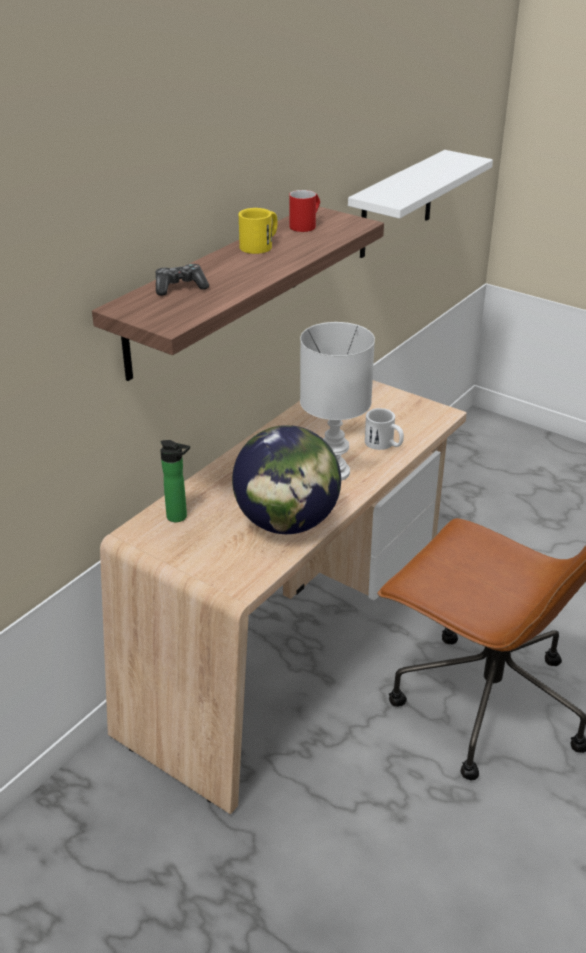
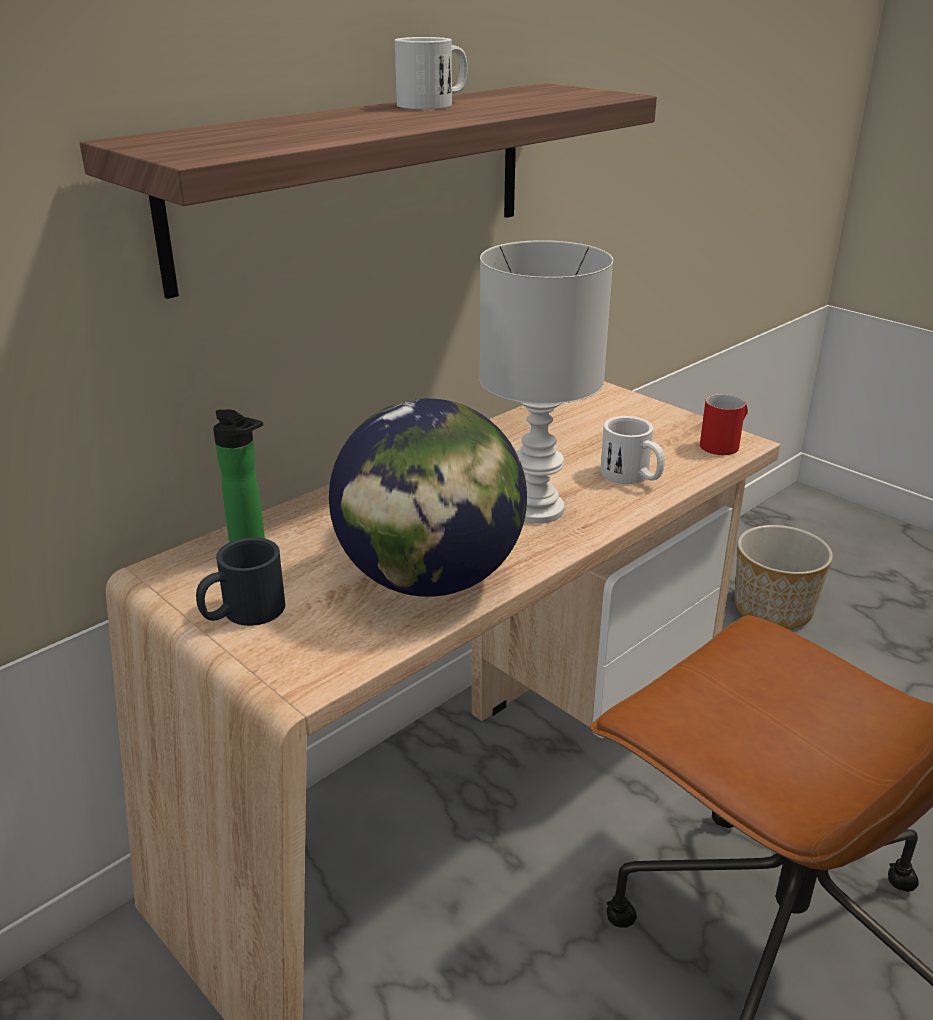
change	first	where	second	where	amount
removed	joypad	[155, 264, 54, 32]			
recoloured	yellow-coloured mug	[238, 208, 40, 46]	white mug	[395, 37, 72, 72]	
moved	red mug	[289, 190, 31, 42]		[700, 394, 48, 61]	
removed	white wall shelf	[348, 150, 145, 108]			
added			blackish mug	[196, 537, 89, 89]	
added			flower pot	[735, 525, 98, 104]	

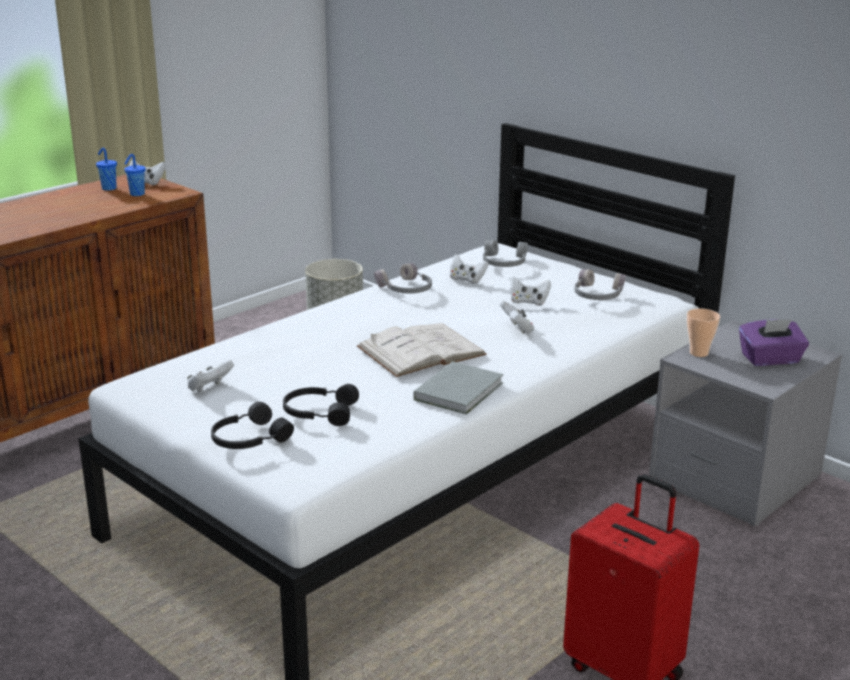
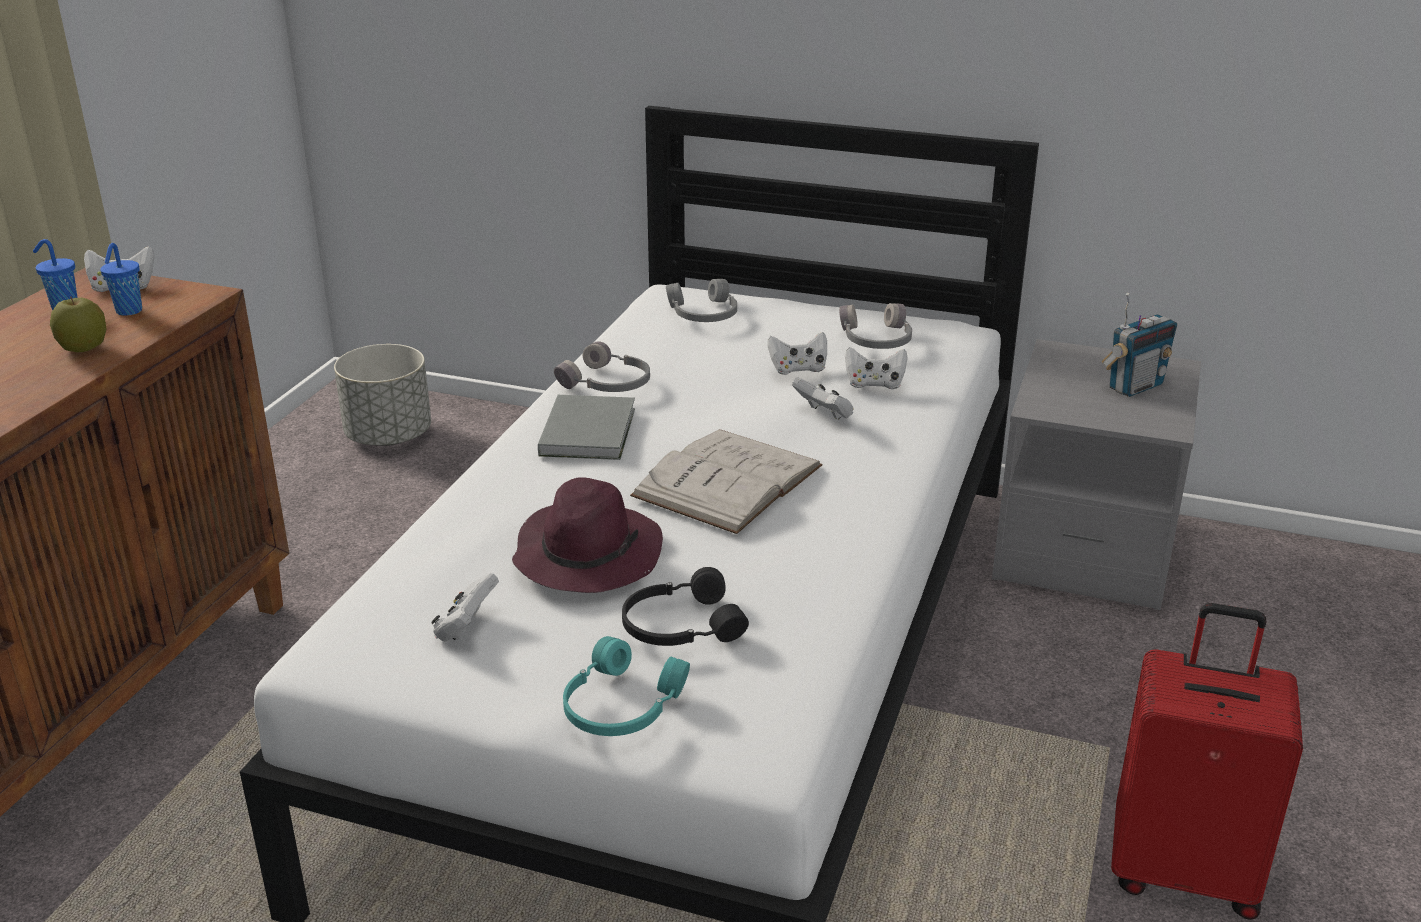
change	first	where	second	where	amount
recoloured	blackish pair of headphones	[211, 402, 83, 47]	turquoise-coloured pair of headphones	[563, 636, 127, 100]	
moved	grey bound book	[414, 361, 89, 54]		[538, 395, 97, 65]	
moved	white joypad	[450, 254, 39, 30]		[845, 347, 63, 42]	
removed	small cup	[687, 308, 33, 49]			
replaced	purplish tissue holder	[739, 319, 70, 47]	radio	[1102, 293, 75, 104]	
added			whole apple	[50, 296, 57, 56]	
added			purplish wearable hat	[512, 477, 151, 116]	

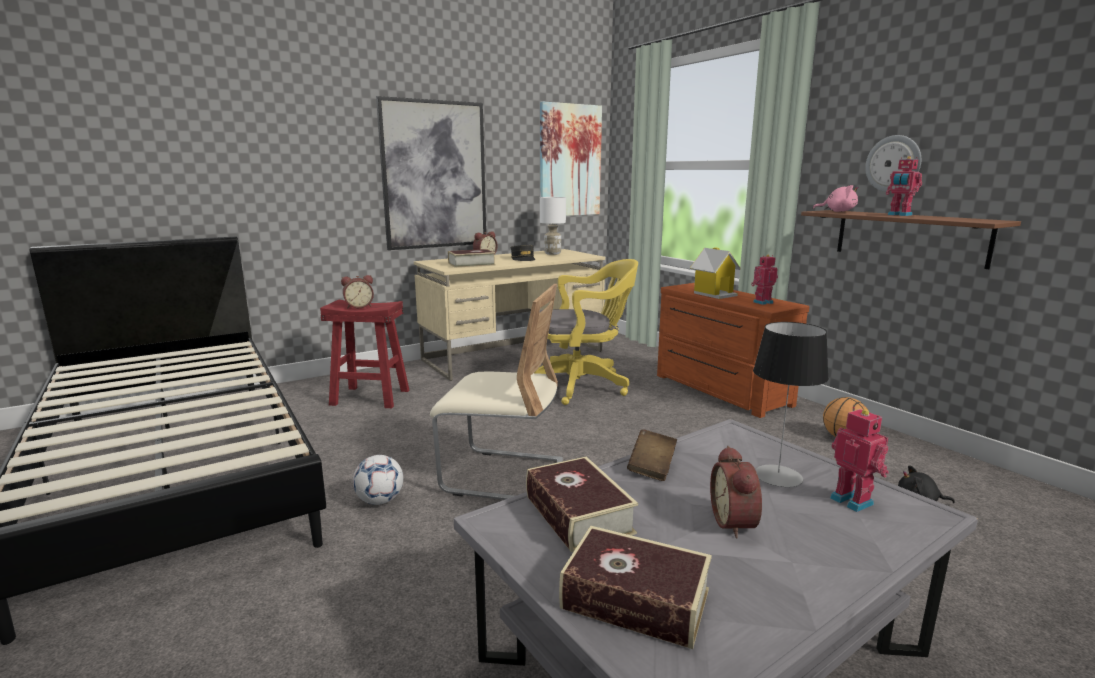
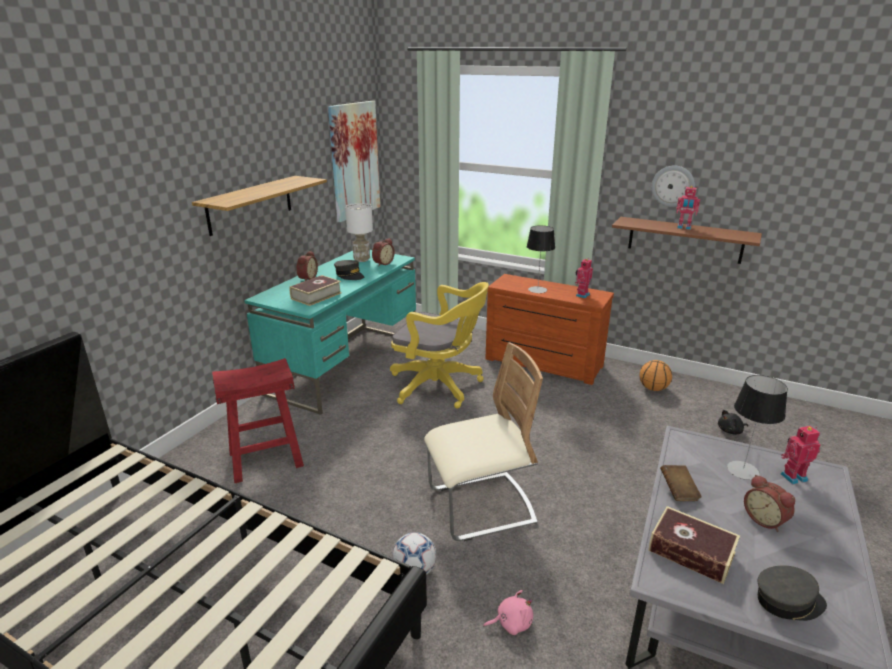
change	first	where	second	where	amount
moved	alarm clock	[341, 275, 33, 33]		[372, 238, 23, 28]	
replaced	picture	[376, 96, 110, 154]	wall shelf	[192, 176, 135, 60]	
recoloured	beige-coloured desk table	[414, 249, 191, 132]	turquoise-coloured desk table	[244, 250, 172, 165]	
turned	yellow-coloured office chair	[534, 259, 104, 146]		[390, 282, 99, 127]	60 degrees clockwise
replaced	bound book	[559, 526, 153, 123]	grey cap	[758, 566, 69, 55]	
replaced	miniature house	[690, 248, 51, 51]	lamp for a table	[526, 225, 29, 68]	
moved	pink-coloured soft toy	[813, 185, 45, 27]		[483, 590, 50, 45]	
turned	model robot	[830, 407, 59, 105]		[781, 426, 40, 58]	45 degrees counterclockwise

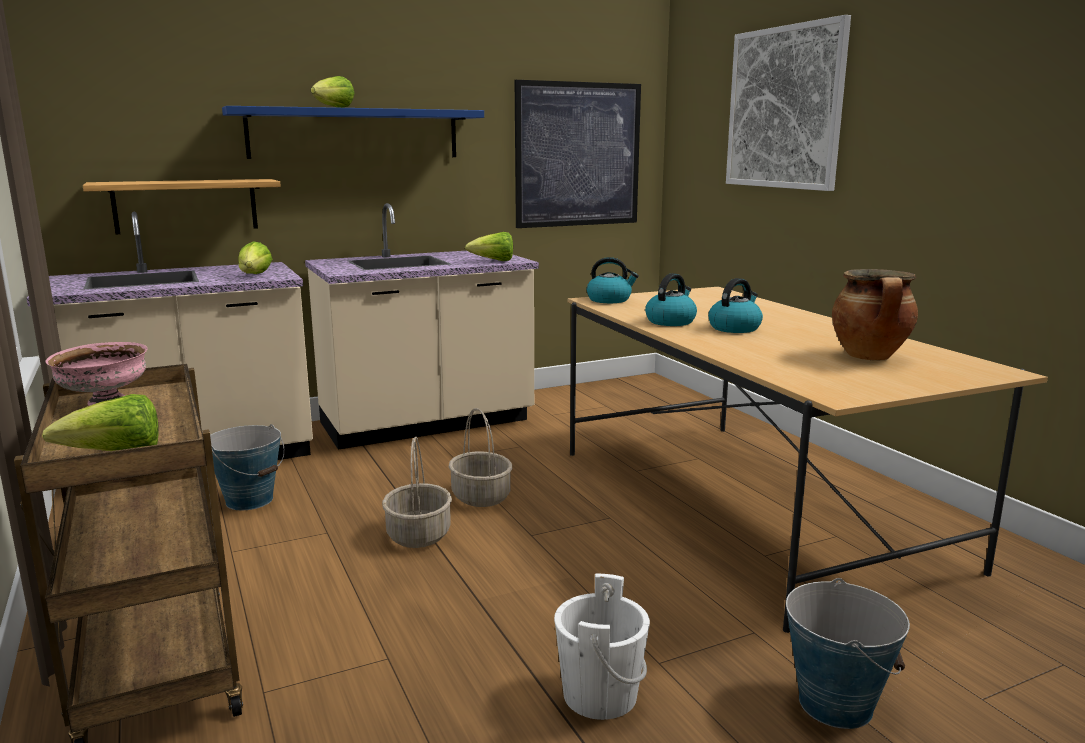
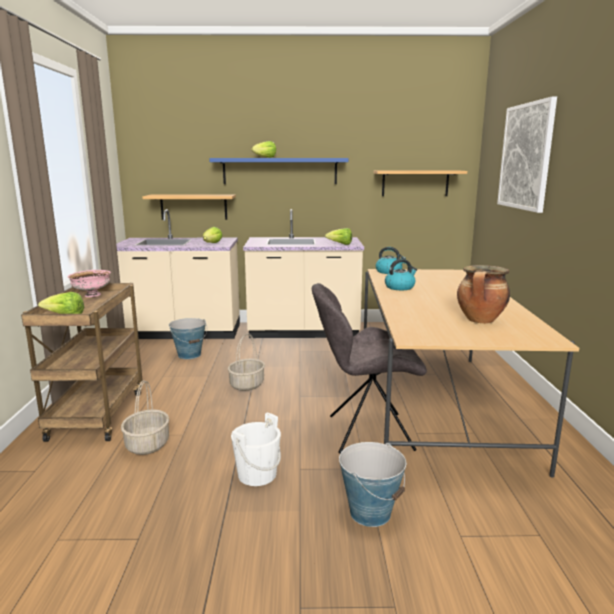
change	first	where	second	where	amount
moved	storage basket	[449, 408, 63, 99]		[121, 380, 48, 75]	
replaced	picture	[515, 80, 126, 148]	wall shelf	[373, 171, 94, 25]	
removed	water kettle	[708, 278, 55, 55]			
added			grey plain chair	[312, 283, 115, 171]	

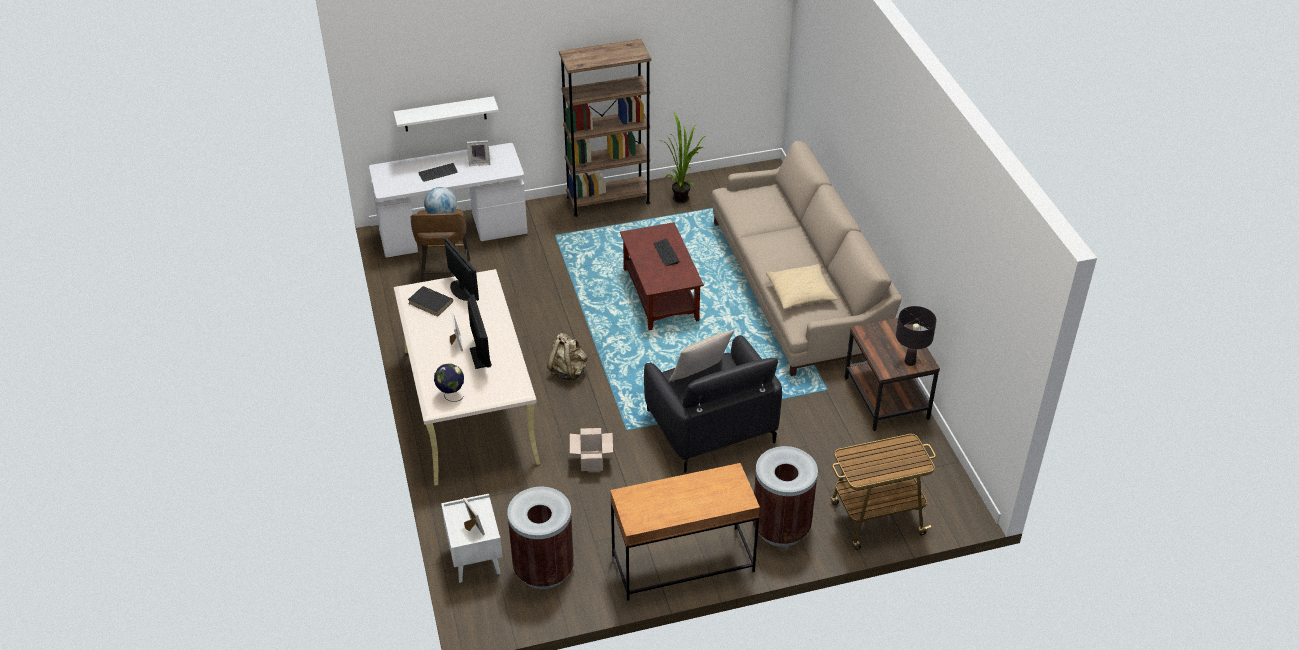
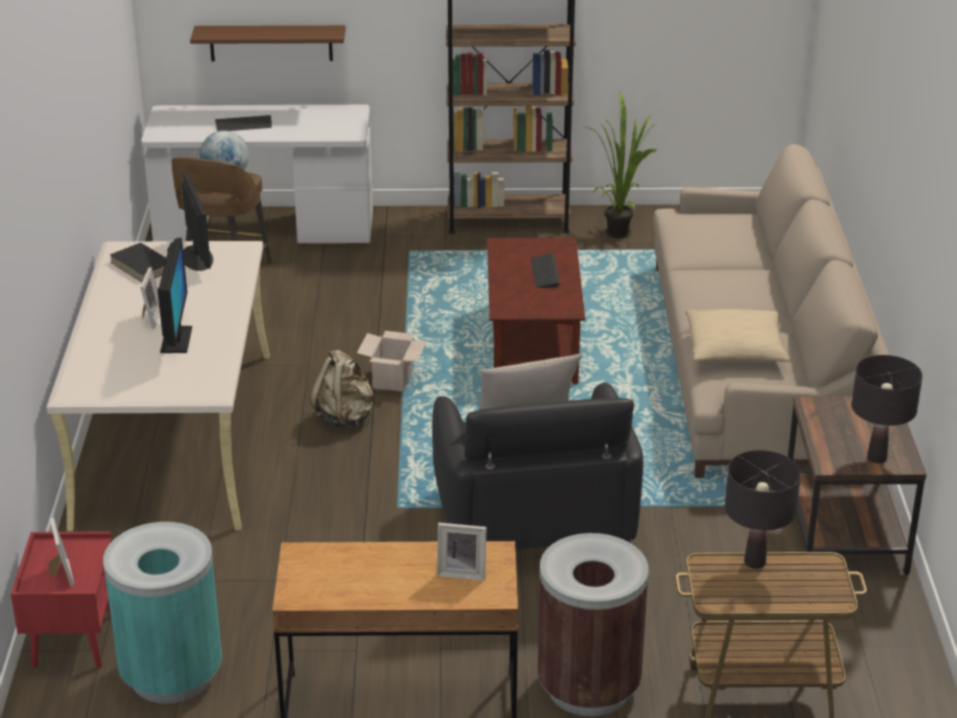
change	first	where	second	where	amount
recoloured	white wall shelf	[393, 96, 106, 36]	brown wall shelf	[190, 25, 156, 37]	
removed	globe	[434, 363, 30, 39]			
recoloured	white night table	[441, 494, 62, 89]	red night table	[11, 531, 101, 138]	
moved	standing frame	[467, 141, 23, 25]		[437, 523, 50, 58]	
recoloured	brown waste bin	[507, 487, 67, 102]	turquoise-coloured waste bin	[103, 522, 119, 182]	
moved	packing box	[570, 428, 43, 43]		[357, 331, 70, 60]	
added			blackish lamp for a table	[725, 450, 76, 119]	

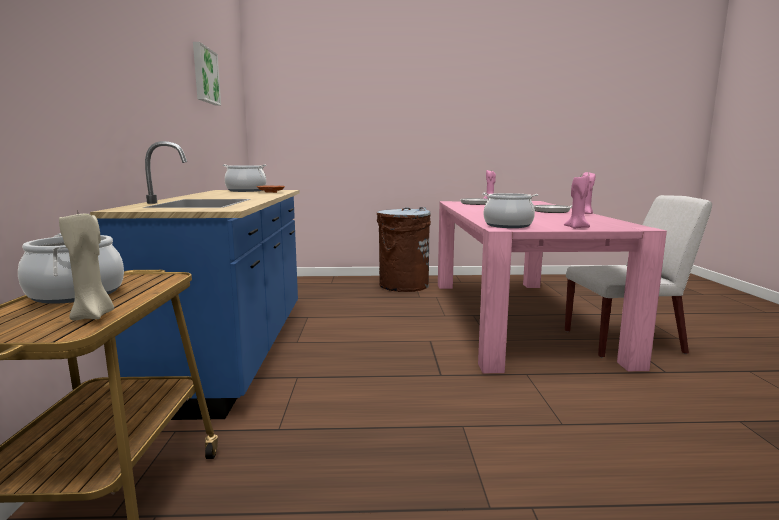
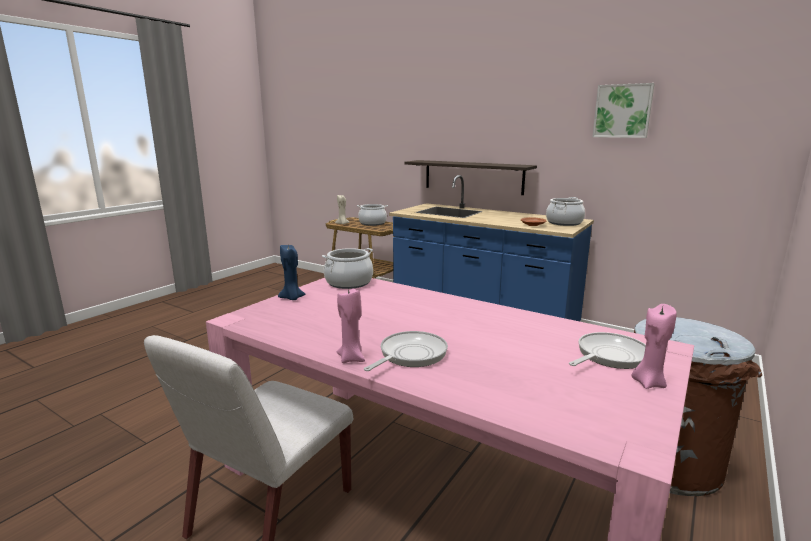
change	first	where	second	where	amount
recoloured	pink-coloured candle	[564, 175, 26, 54]	bluish candle	[278, 244, 28, 56]	
added			wall shelf	[404, 160, 133, 35]	

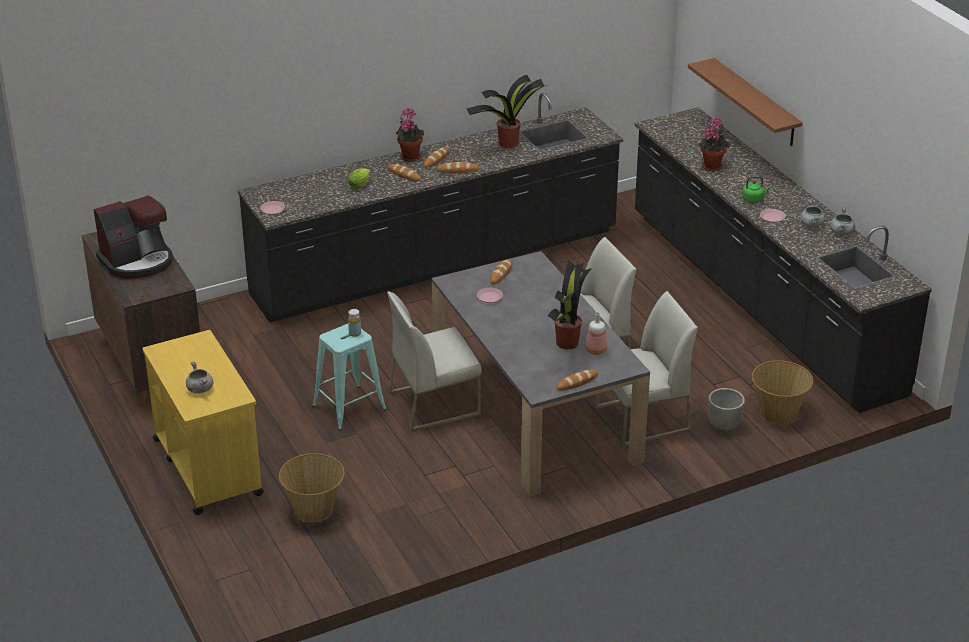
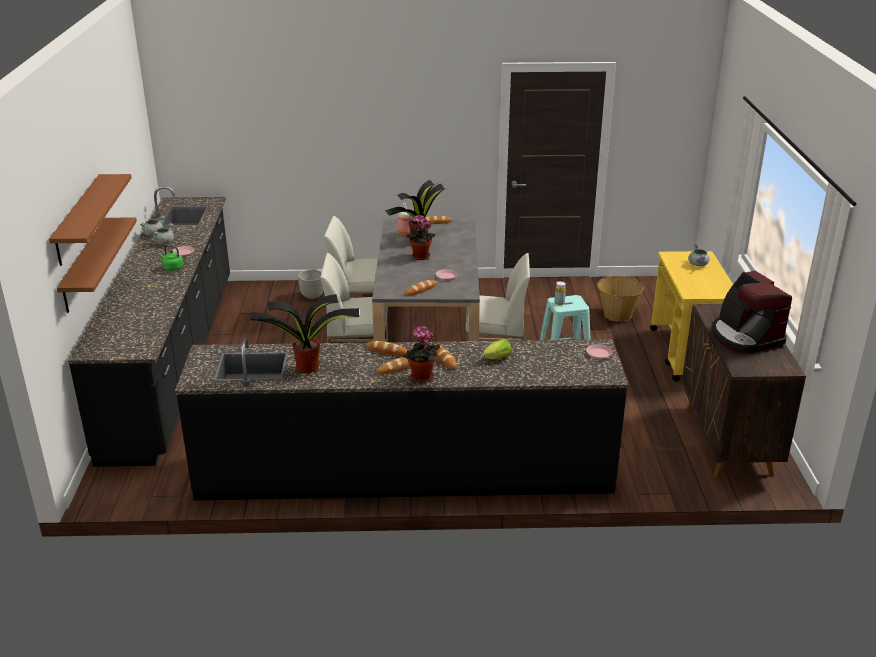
change	first	where	second	where	amount
turned	coffee maker	[93, 196, 80, 83]		[711, 271, 81, 82]	105 degrees counterclockwise
moved	potted plant	[699, 117, 31, 54]		[406, 214, 30, 46]	
removed	storage basket	[752, 360, 62, 64]			
added			brown wall shelf	[49, 174, 83, 92]	

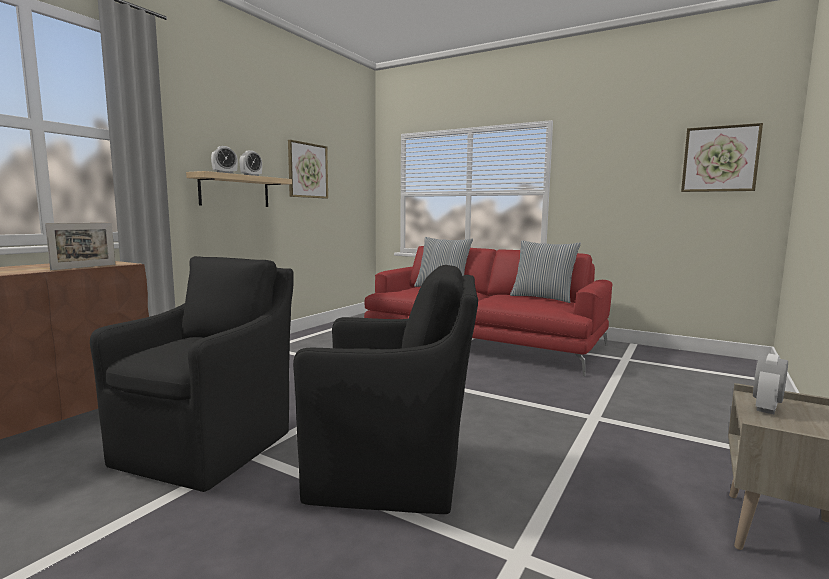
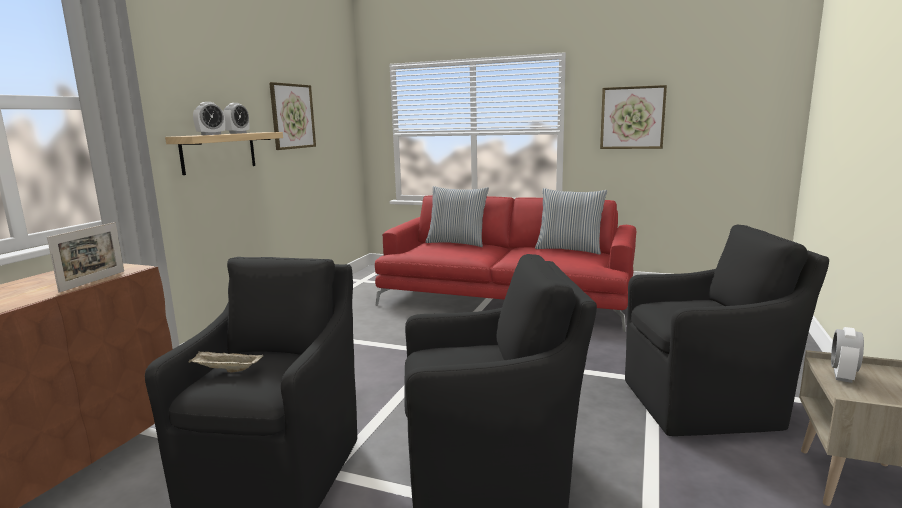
change	first	where	second	where	amount
moved	picture	[681, 123, 82, 69]		[600, 85, 67, 64]	
added			beige-coloured carrying tray	[189, 351, 74, 22]	
added			blackish armchair	[625, 225, 204, 211]	

